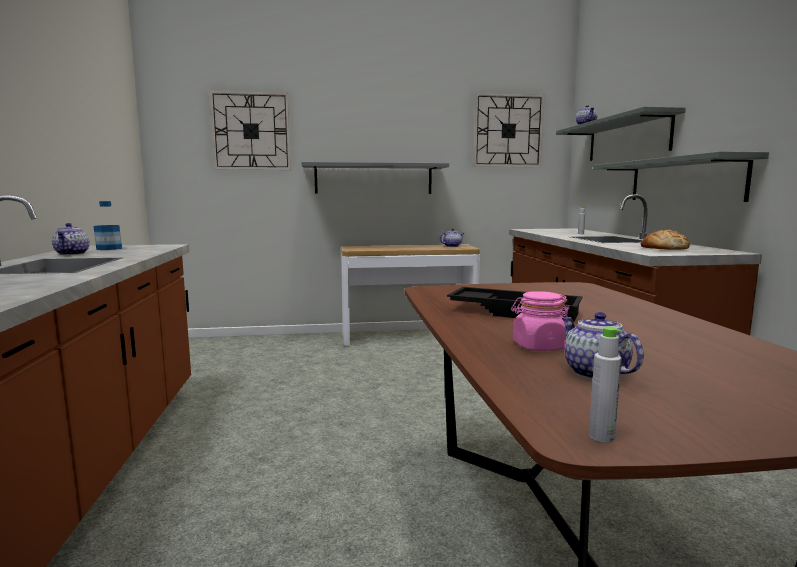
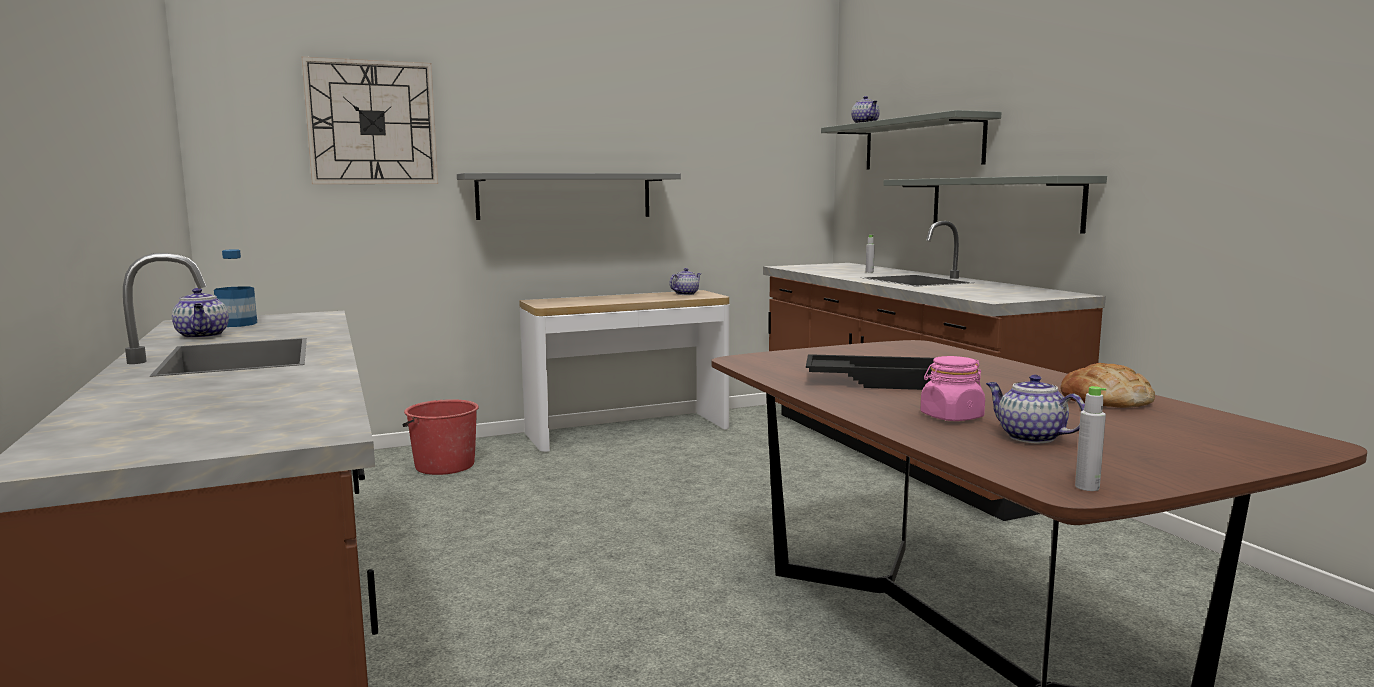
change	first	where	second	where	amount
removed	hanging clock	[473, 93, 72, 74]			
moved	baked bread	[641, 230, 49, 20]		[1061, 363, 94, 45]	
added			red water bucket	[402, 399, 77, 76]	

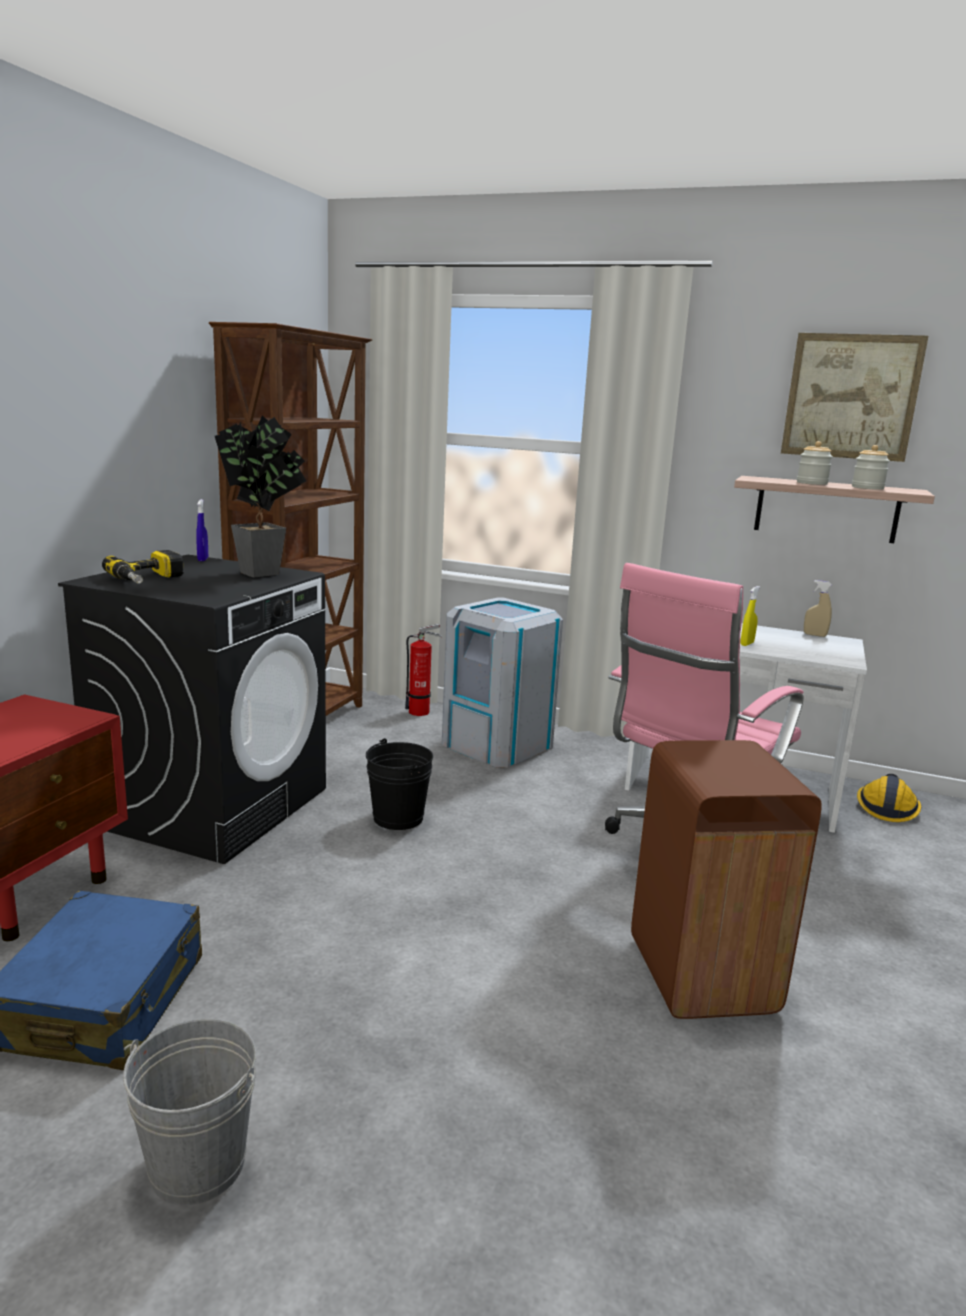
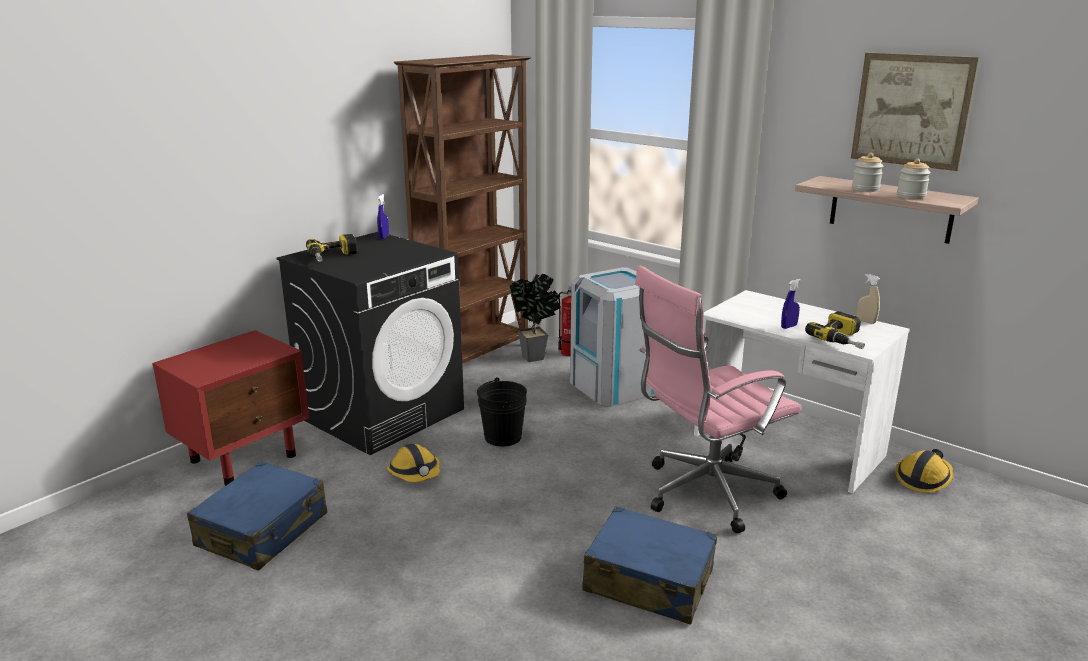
change	first	where	second	where	amount
removed	grey water bucket	[123, 1019, 133, 186]			
moved	potted plant	[215, 416, 91, 161]		[510, 274, 51, 88]	
replaced	brown waste bin	[631, 740, 191, 279]	bluish suitcase	[582, 506, 135, 119]	
recoloured	yellow-coloured spray bottle	[740, 586, 20, 60]	bluish spray bottle	[781, 279, 20, 50]	
added			hard hat	[387, 444, 53, 38]	
added			drill	[805, 311, 60, 38]	

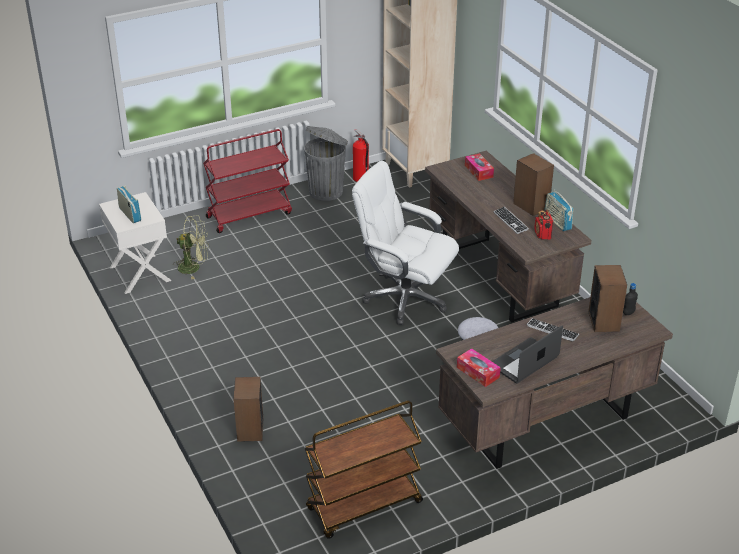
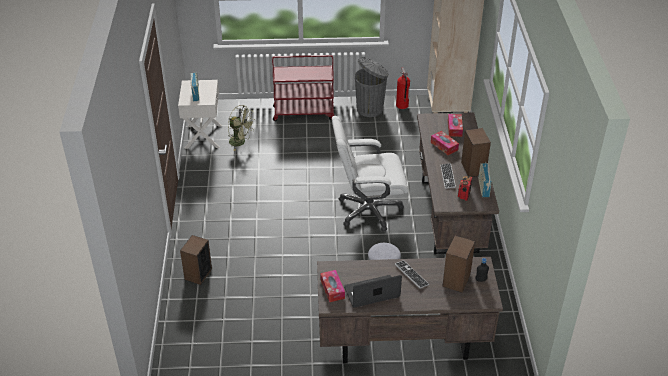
change	first	where	second	where	amount
removed	brown cart	[305, 401, 118, 138]			
turned	white office chair	[352, 161, 107, 164]		[332, 116, 76, 115]	60 degrees counterclockwise
added			tissue holder	[431, 131, 28, 24]	

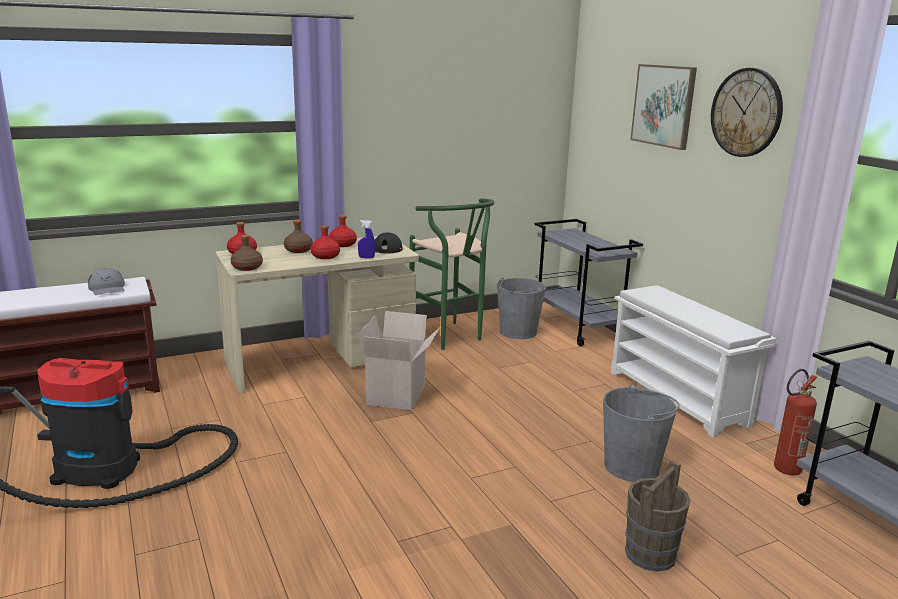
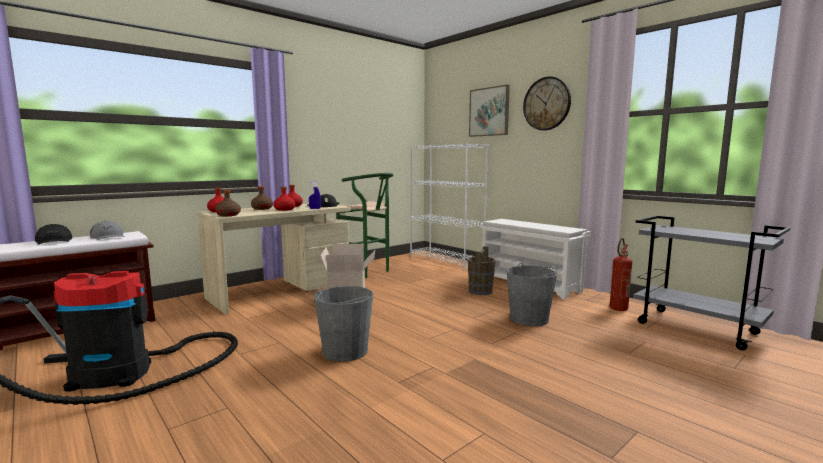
change	first	where	second	where	amount
moved	grey water bucket	[497, 278, 49, 61]		[314, 286, 59, 76]	
replaced	grey cart	[535, 219, 108, 127]	white shelving unit	[410, 144, 78, 127]	
moved	brown water bucket	[625, 460, 66, 112]		[468, 246, 28, 49]	
added			blackish cap	[35, 224, 37, 21]	

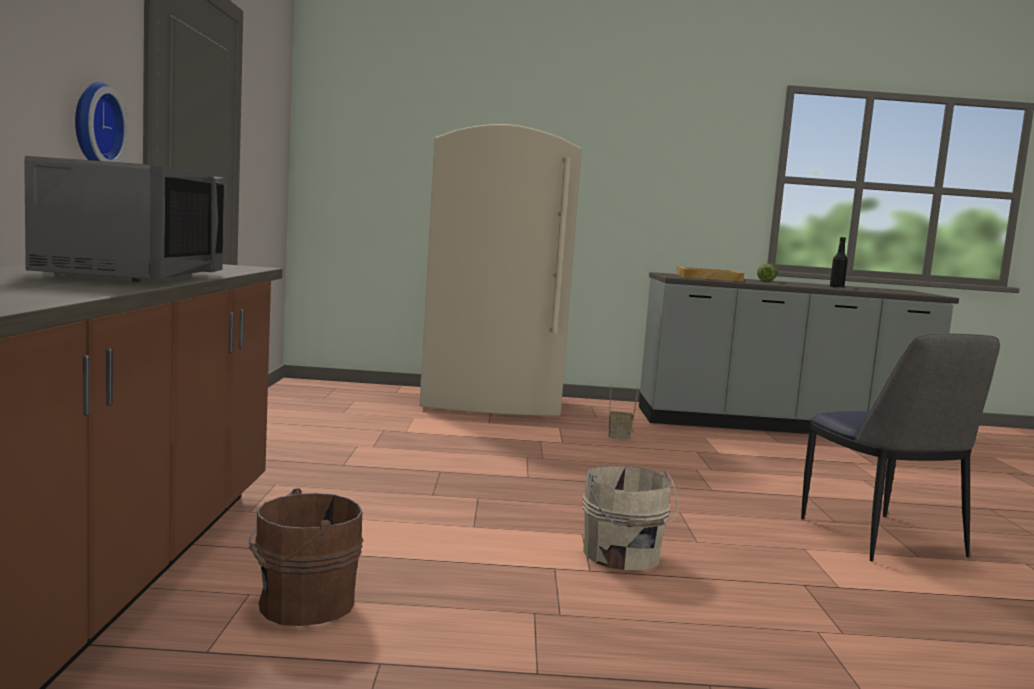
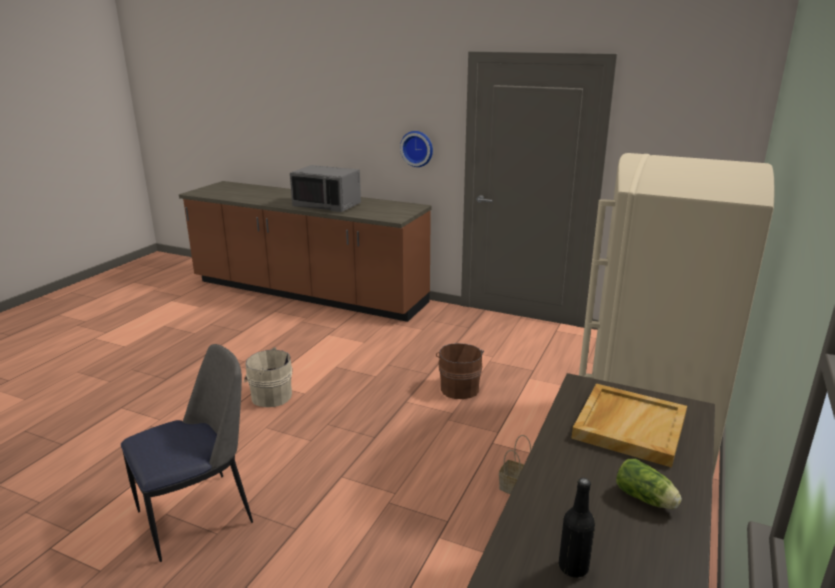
change	first	where	second	where	amount
moved	brown water bucket	[249, 488, 114, 138]		[436, 343, 48, 56]	
turned	plain chair	[801, 333, 199, 229]		[121, 344, 132, 218]	135 degrees clockwise

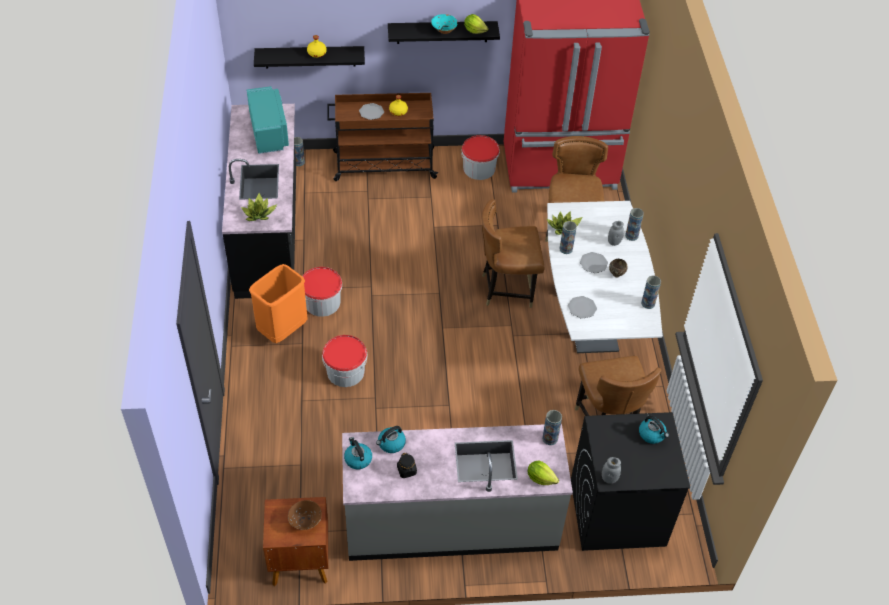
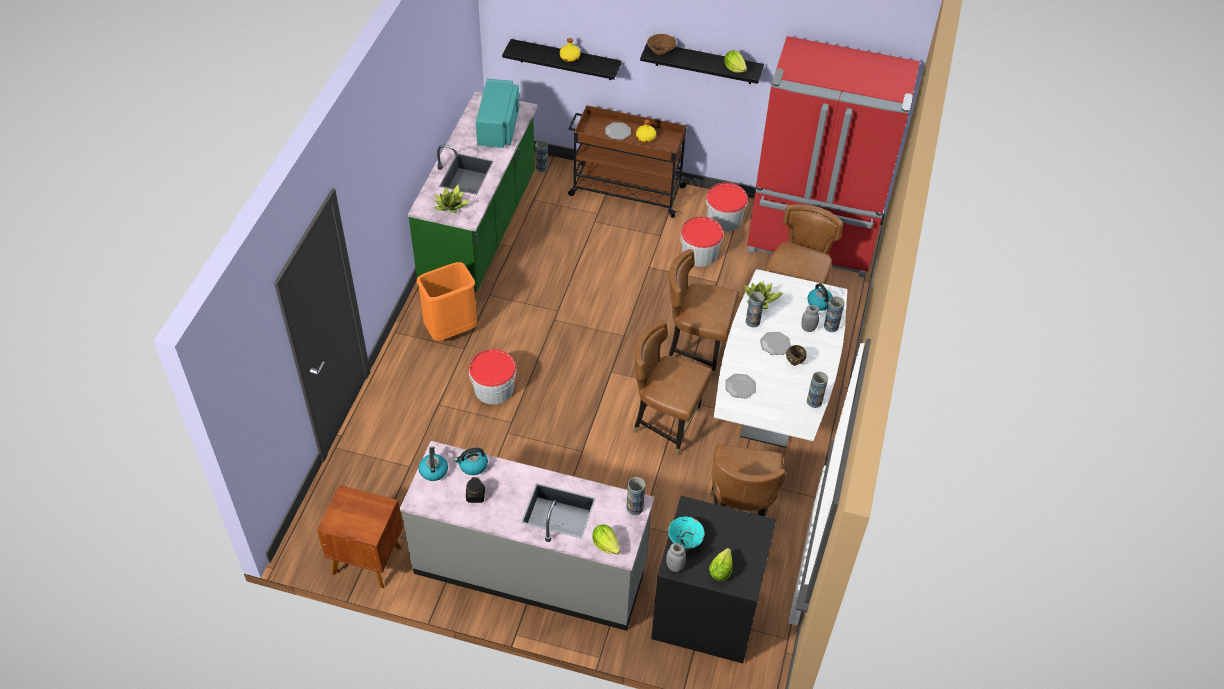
change	first	where	second	where	amount
recoloured	blackish counter	[222, 104, 74, 195]	greenish counter	[408, 92, 130, 200]	
moved	brown bowl	[288, 500, 34, 30]		[647, 34, 29, 21]	
moved	water bucket	[302, 267, 40, 50]		[681, 216, 42, 51]	
moved	turquoise-coloured bowl	[431, 14, 27, 20]		[668, 517, 37, 32]	
moved	water kettle	[639, 416, 30, 28]		[808, 283, 25, 28]	
added			brown plain chair	[633, 321, 80, 134]	
added			lettuce head	[709, 548, 23, 33]	

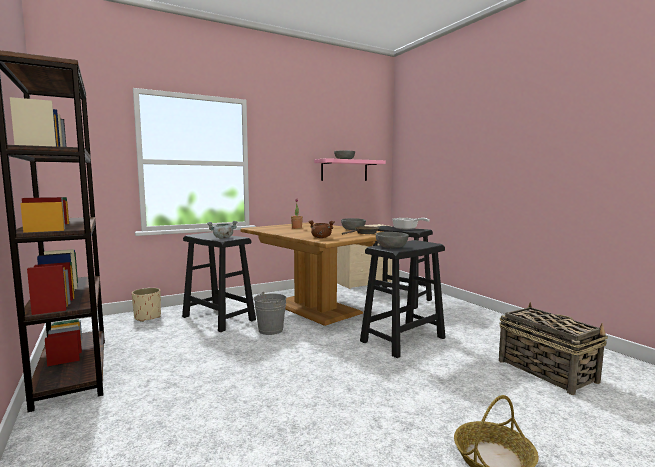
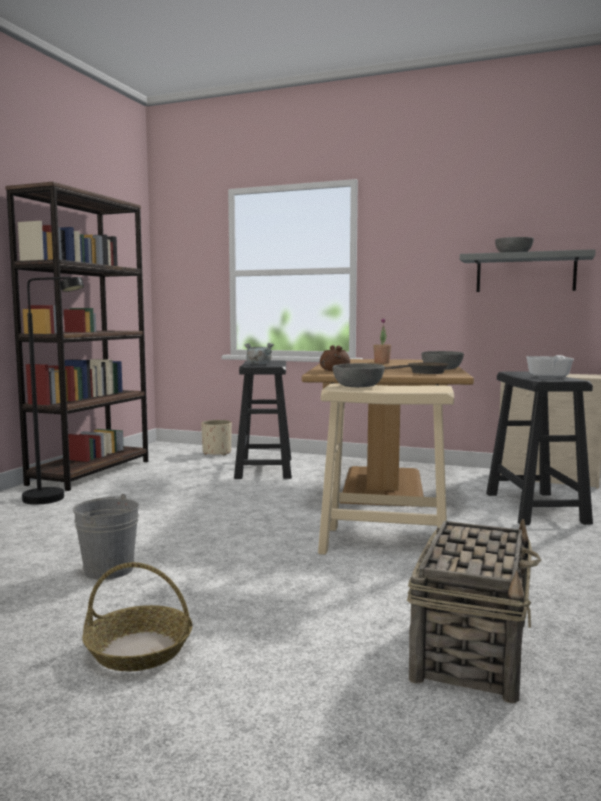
change	first	where	second	where	amount
moved	grey water bucket	[254, 292, 32, 43]		[73, 494, 66, 86]	
recoloured	pink-coloured wall shelf	[314, 158, 72, 23]	grey wall shelf	[460, 249, 136, 43]	
recoloured	blackish sitting stool	[360, 240, 86, 118]	beige-coloured sitting stool	[318, 383, 136, 172]	
added			blackish standard lamp	[22, 277, 62, 228]	

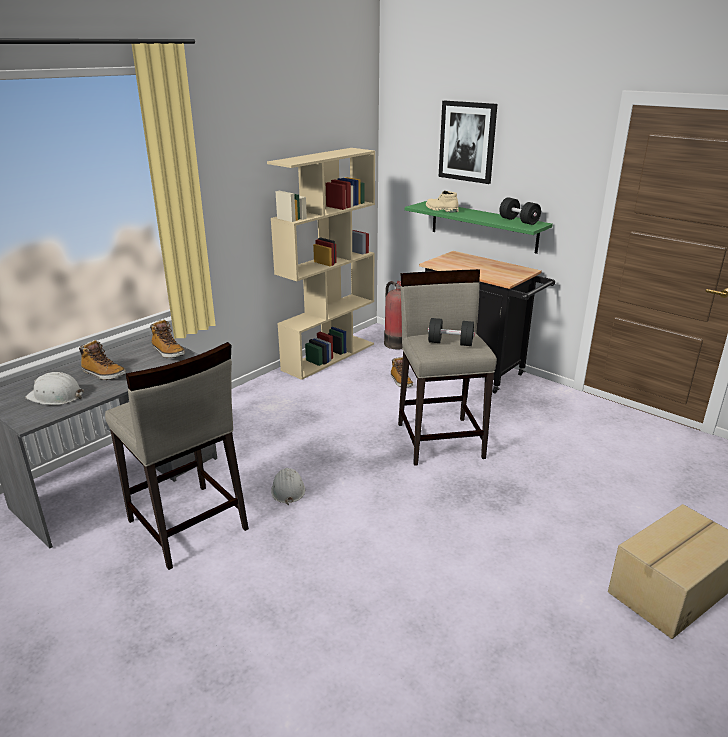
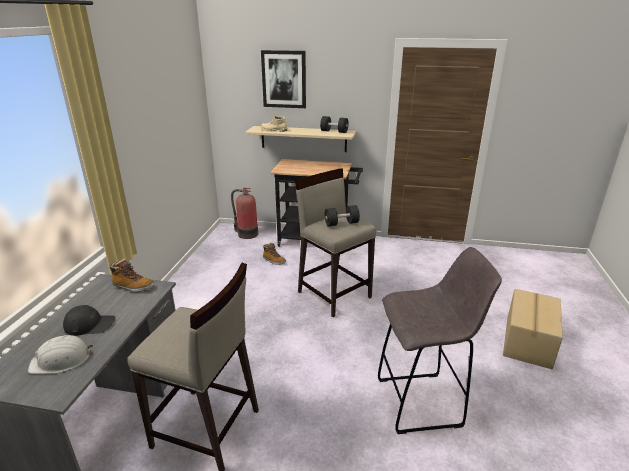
change	first	where	second	where	amount
replaced	high-top boot	[79, 340, 47, 40]	blackish cap	[63, 305, 52, 31]	
removed	beige-coloured shelving unit	[267, 148, 108, 232]			
removed	white hard hat	[271, 468, 34, 37]			
recoloured	greenish wall shelf	[405, 201, 148, 53]	beige-coloured wall shelf	[245, 126, 111, 26]	
added			grey sitting stool	[378, 247, 124, 187]	

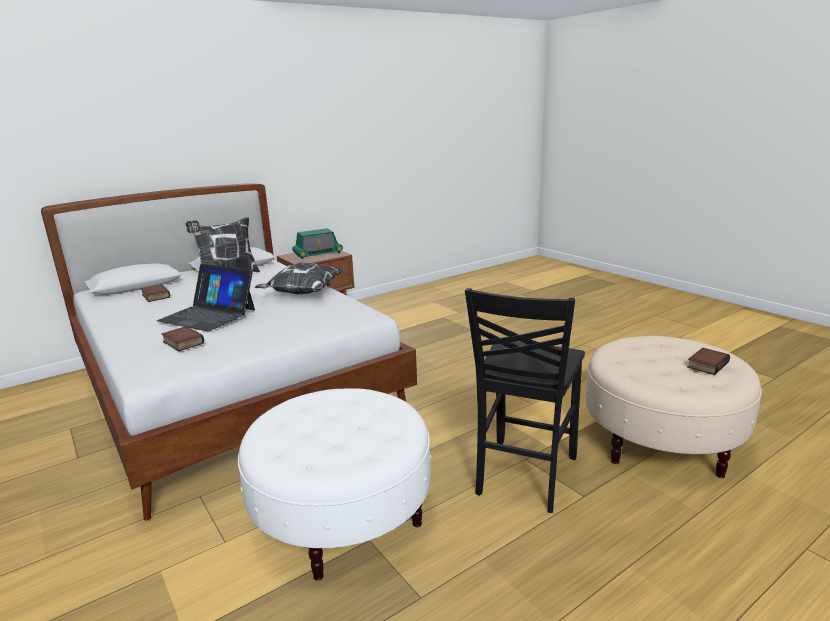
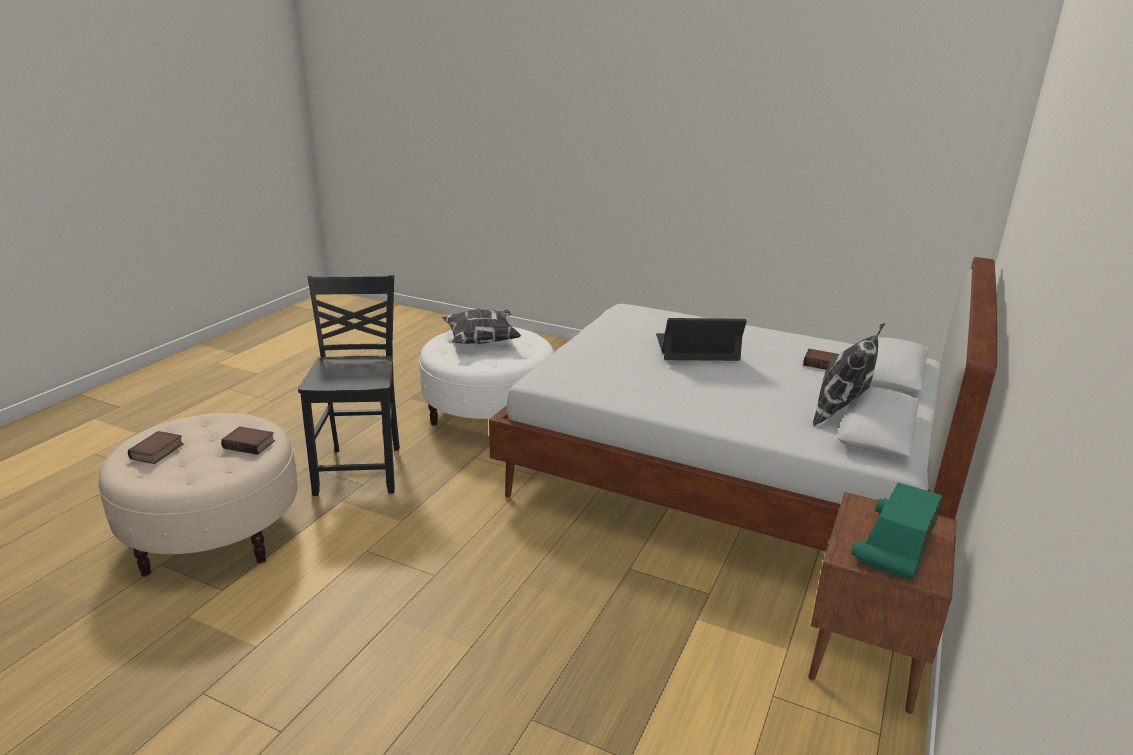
change	first	where	second	where	amount
moved	bound book	[162, 326, 42, 25]		[221, 426, 54, 29]	
moved	pillow	[255, 262, 88, 33]		[442, 308, 79, 36]	

